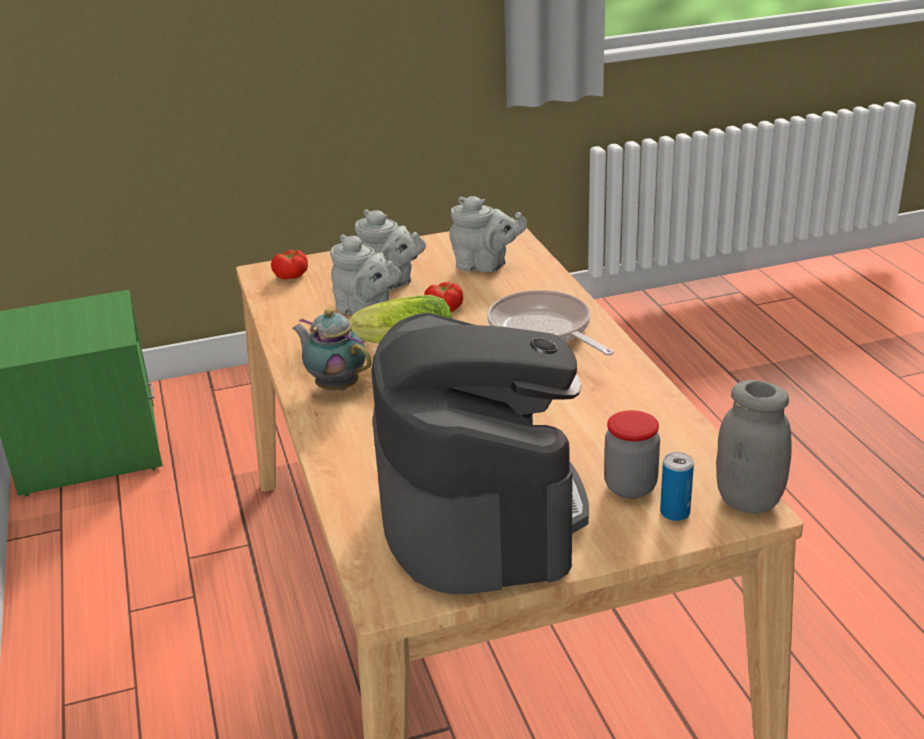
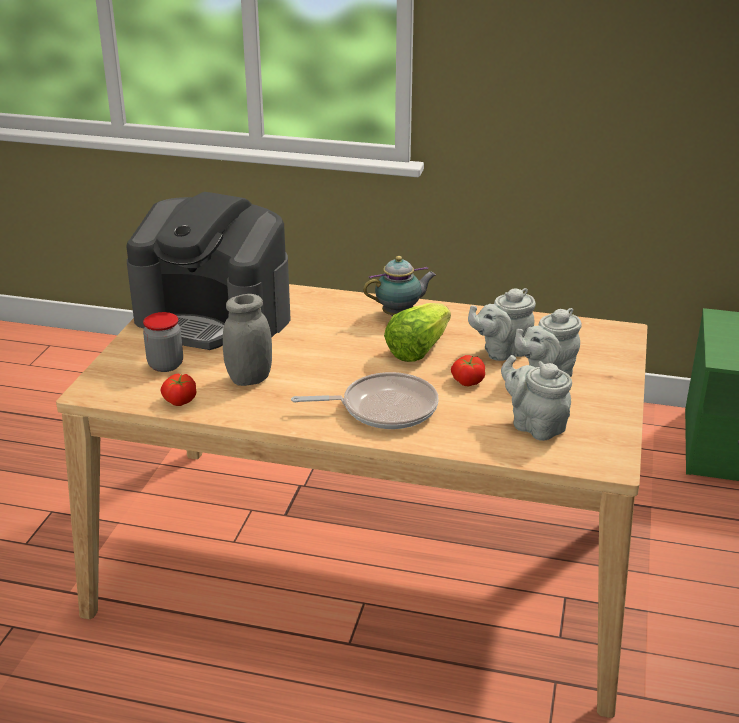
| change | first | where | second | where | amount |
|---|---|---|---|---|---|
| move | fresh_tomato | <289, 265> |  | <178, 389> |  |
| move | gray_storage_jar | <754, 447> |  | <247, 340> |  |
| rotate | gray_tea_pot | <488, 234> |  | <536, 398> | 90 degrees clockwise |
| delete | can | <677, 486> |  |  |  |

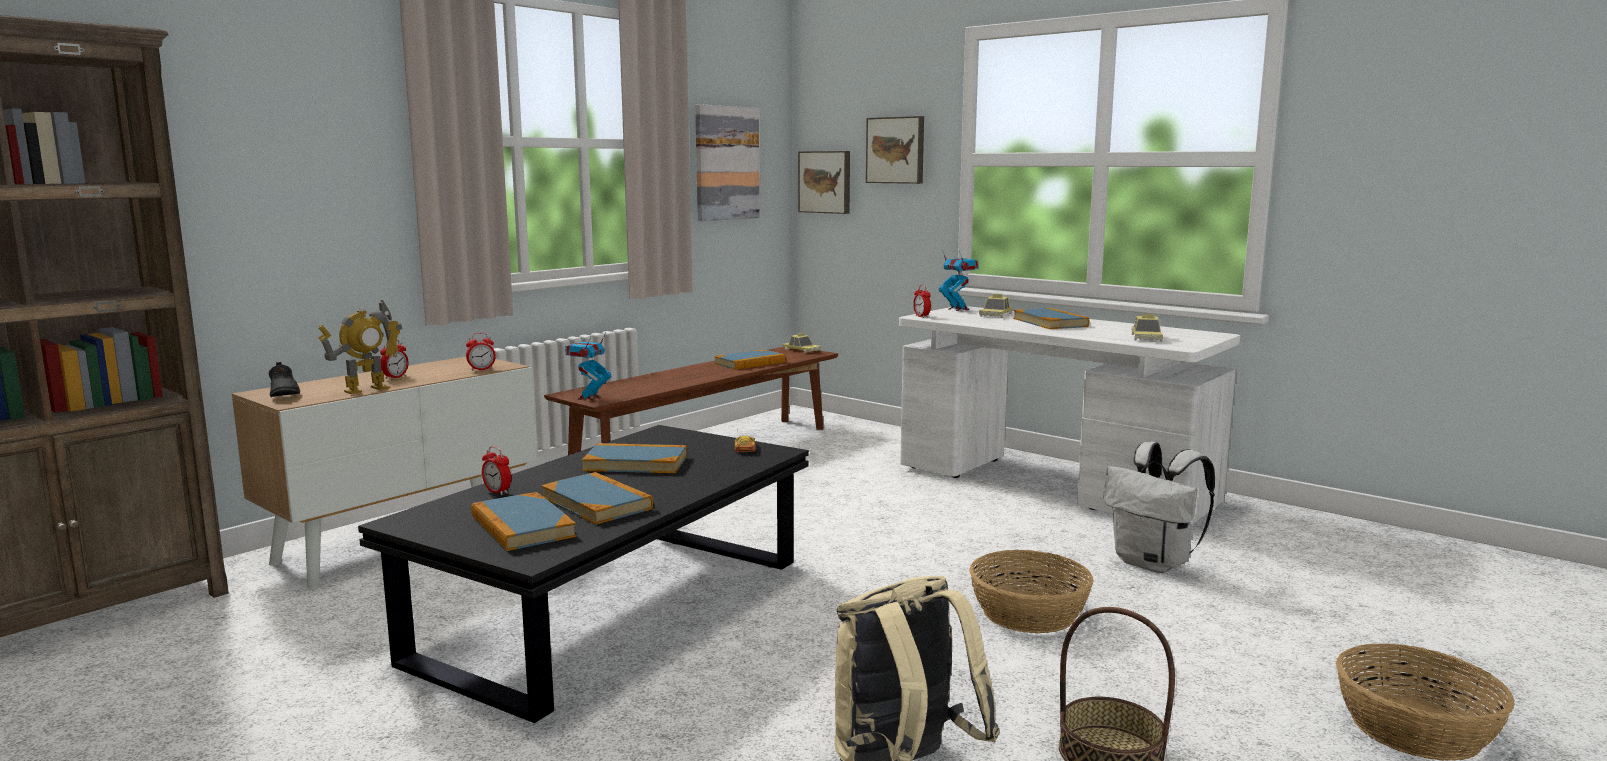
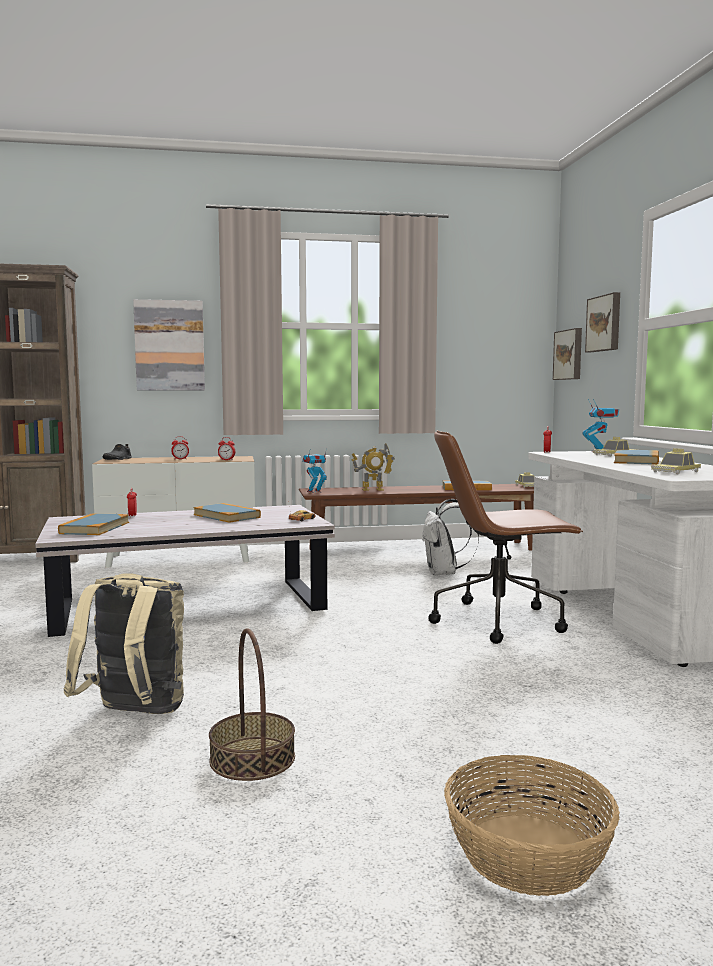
| change | first | where | second | where | amount |
|---|---|---|---|---|---|
| recolor | black_coffee_table | <583, 574> | whitish_coffee_table | <185, 571> |  |
| move | wall_picture | <727, 162> |  | <169, 344> |  |
| move | model_robot | <360, 347> |  | <373, 467> |  |
| move | whitish_knapsack | <1159, 507> |  | <451, 537> |  |
| insert |  |  | brown_computer_chair | <505, 537> |  |
| delete | bound_book | <597, 498> |  |  |  |
| delete | basket | <1031, 591> |  |  |  |

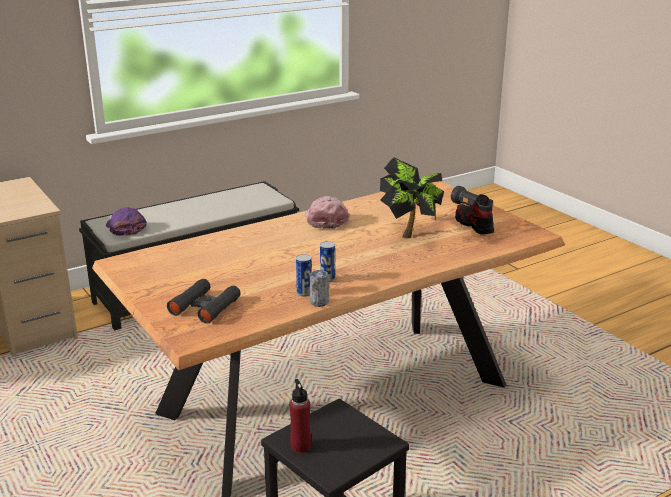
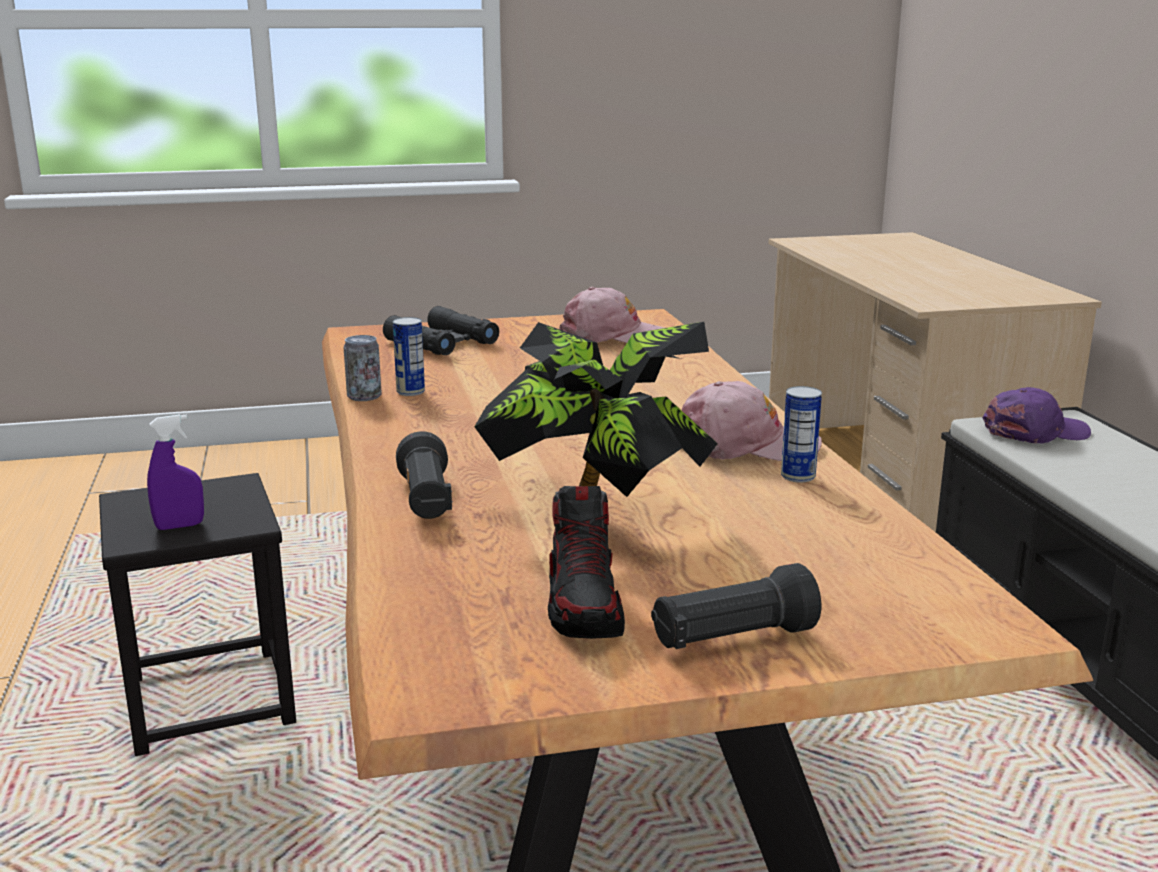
| change | first | where | second | where | amount |
|---|---|---|---|---|---|
| insert |  |  | purple-coloured_hand_sprayer | <175, 472> |  |
| insert |  |  | black_torch | <424, 475> |  |
| rotate | shoe | <474, 214> |  | <586, 562> | 90 degrees clockwise |
| insert |  |  | pink_cap | <611, 315> |  |
| move | can | <327, 261> |  | <801, 434> |  |
| delete | red-coloured_beverage_bottle | <300, 416> |  |  |  |

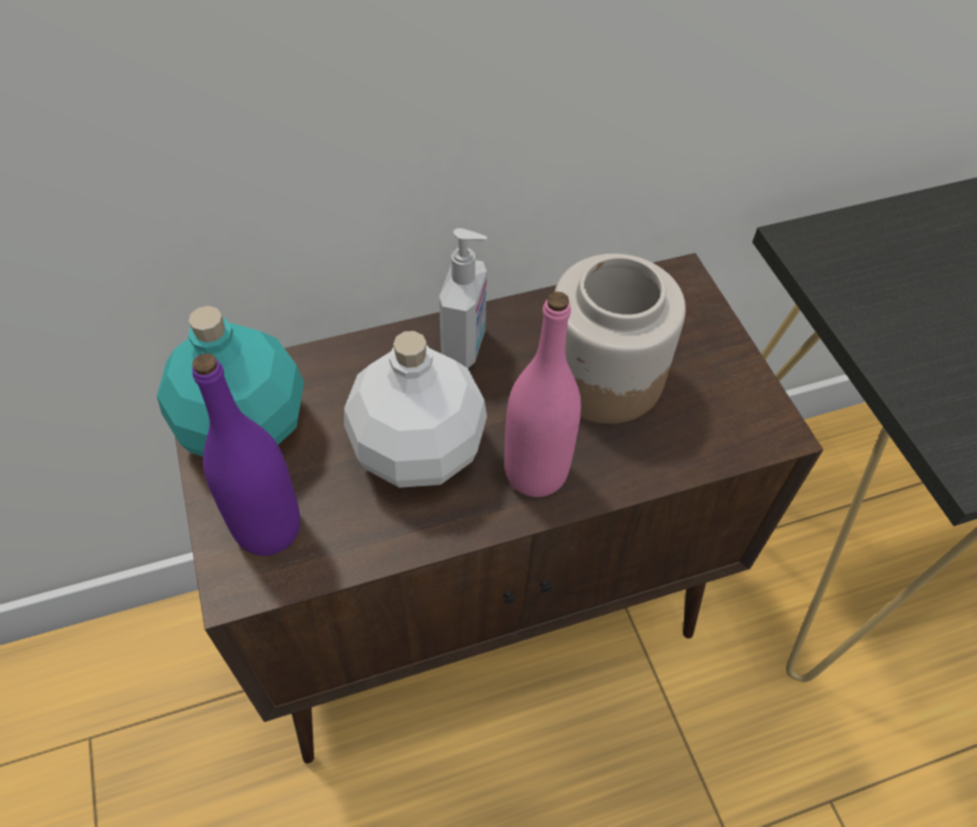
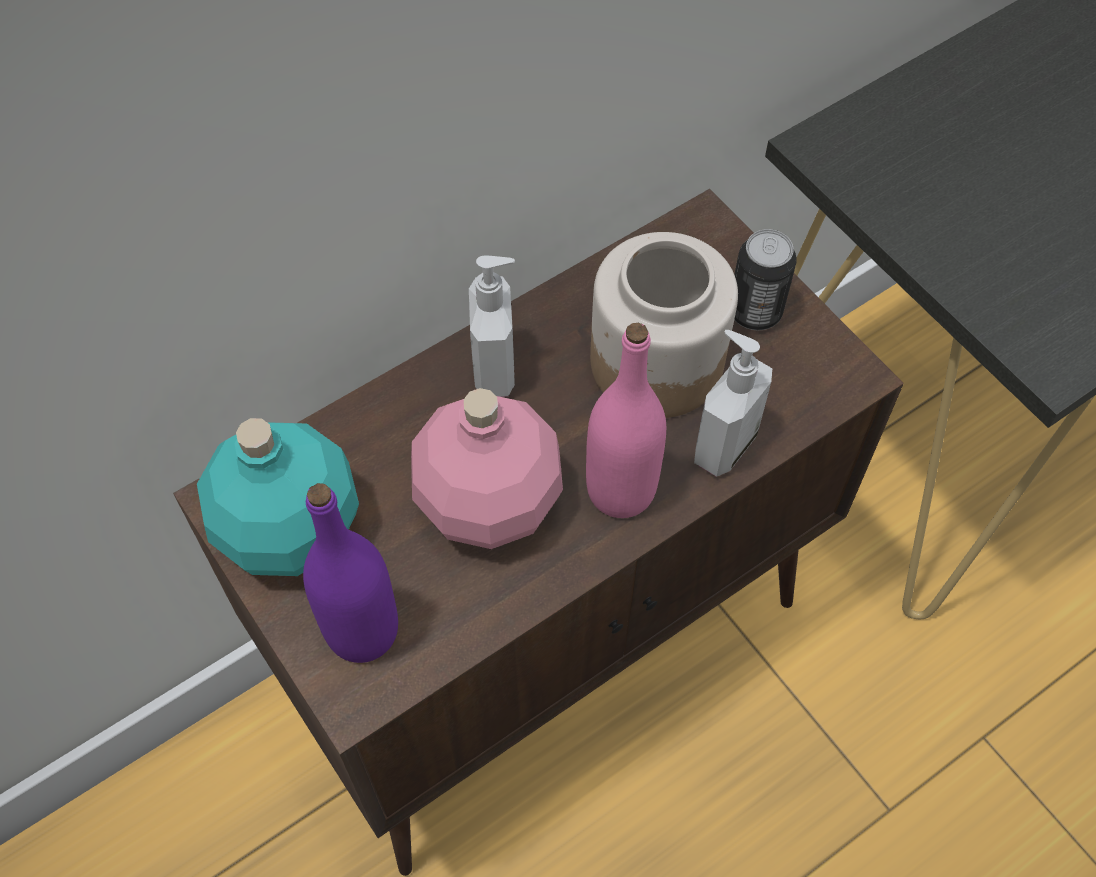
| change | first | where | second | where | amount |
|---|---|---|---|---|---|
| recolor | whitish_beverage_bottle | <415, 409> | pink_beverage_bottle | <487, 468> |  |
| insert |  |  | soap_bottle | <733, 403> |  |
| insert |  |  | can | <765, 279> |  |

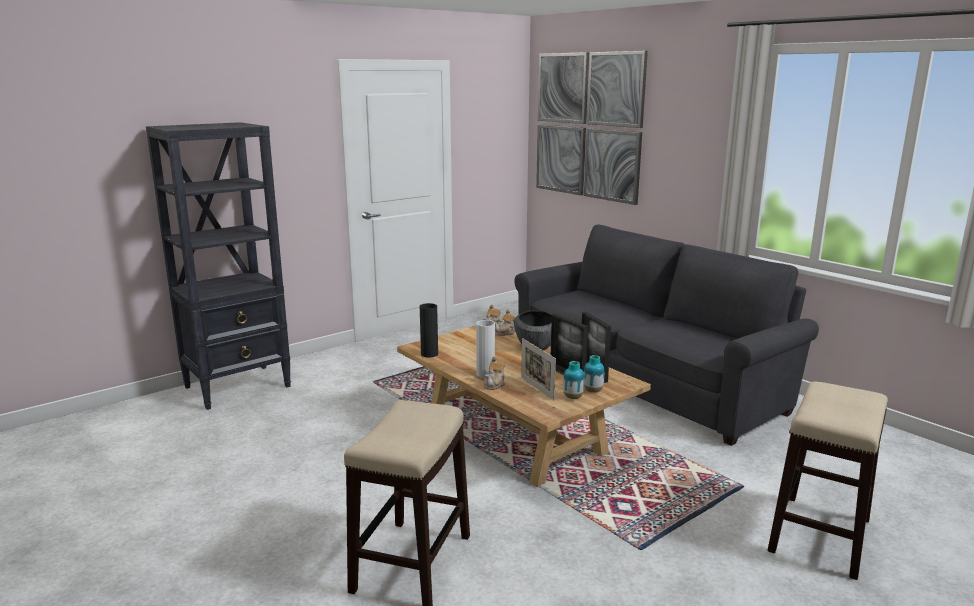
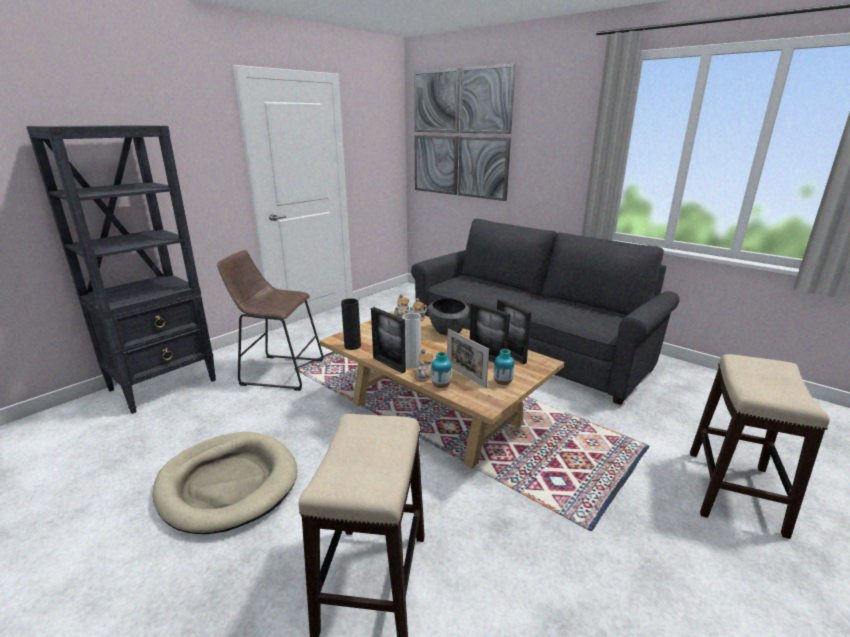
| change | first | where | second | where | amount |
|---|---|---|---|---|---|
| insert |  |  | beige_dog_cushion | <225, 483> |  |
| insert |  |  | brown_stool_seat | <270, 320> |  |
| insert |  |  | photo_frame | <388, 340> |  |
| move | vase | <594, 374> |  | <441, 370> |  |

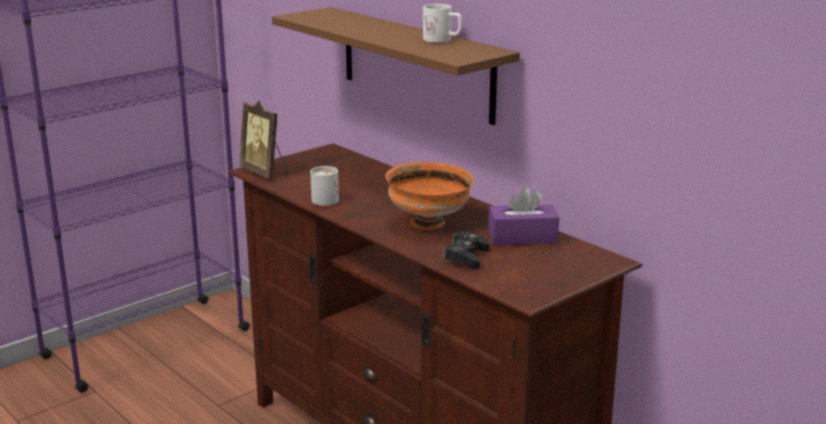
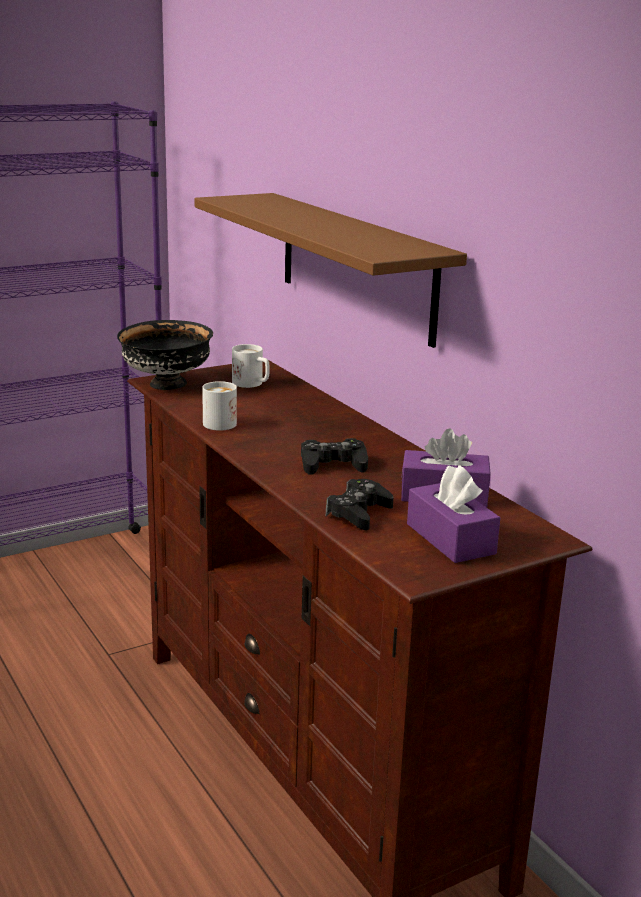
| change | first | where | second | where | amount |
|---|---|---|---|---|---|
| replace | photo_frame | <263, 140> | black_bowl | <165, 355> |  |
| move | whitish_tea_mug | <442, 23> |  | <251, 366> |  |
| replace | orange_bowl | <429, 196> | black_joypad | <334, 456> |  |
| insert |  |  | purple-coloured_tissue_holder | <453, 514> |  |

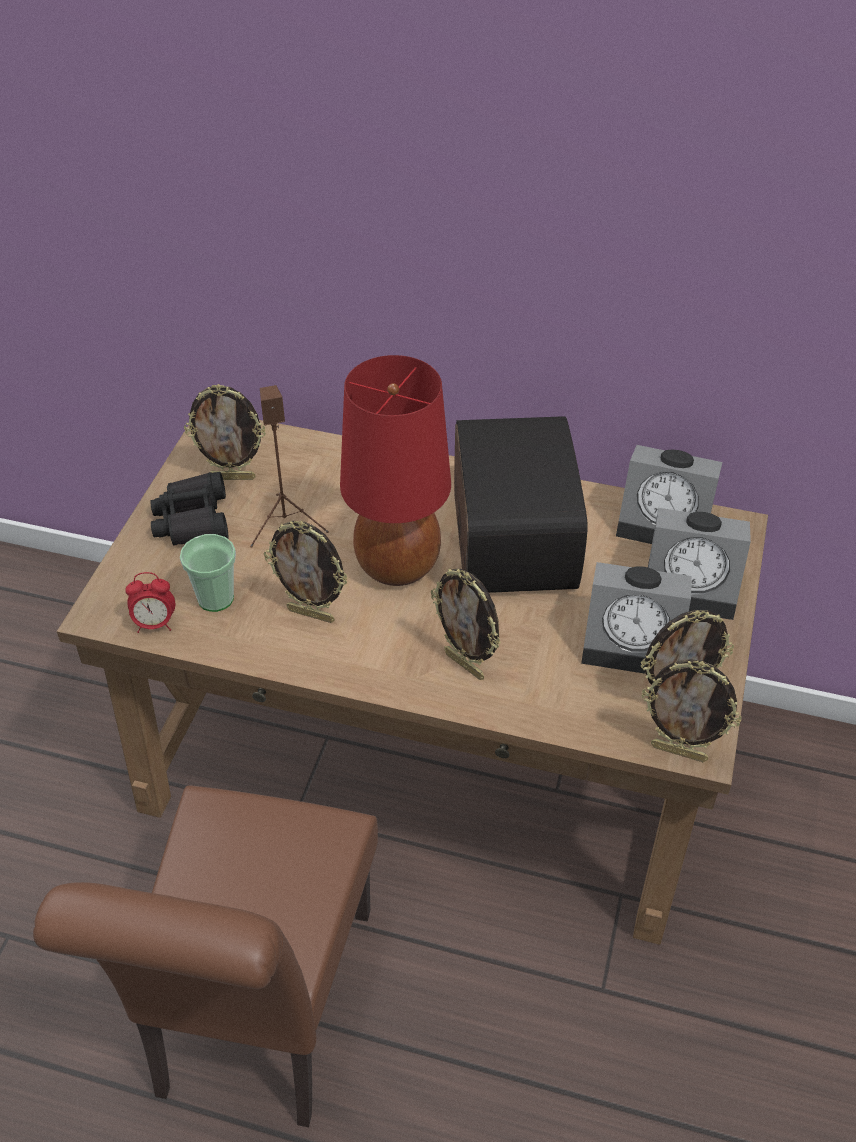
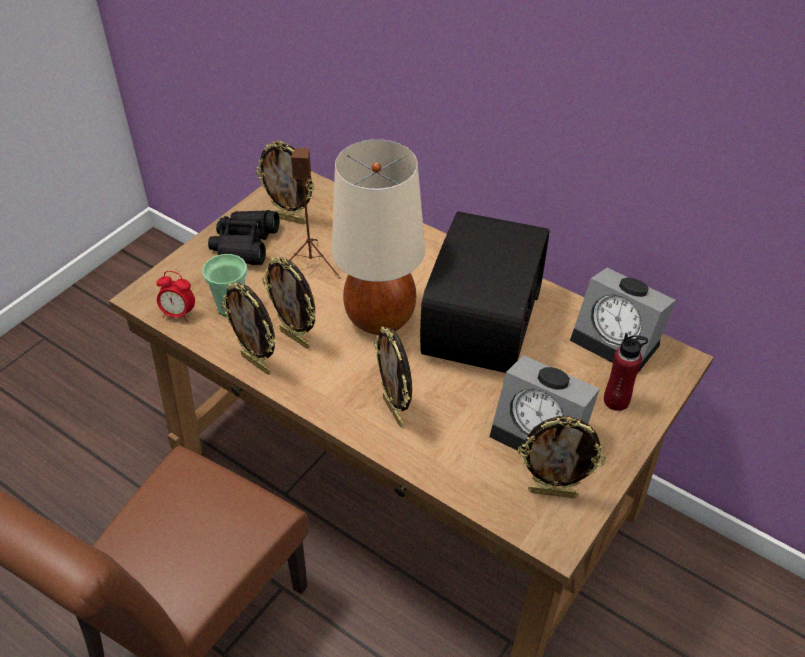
| change | first | where | second | where | amount |
|---|---|---|---|---|---|
| move | photo_frame | <692, 710> |  | <248, 329> |  |
| recolor | red-coloured_tabletop_lamp | <395, 470> | beige_tabletop_lamp | <378, 237> |  |
| replace | bedside_clock | <699, 564> | red-coloured_beverage_bottle | <626, 372> |  |

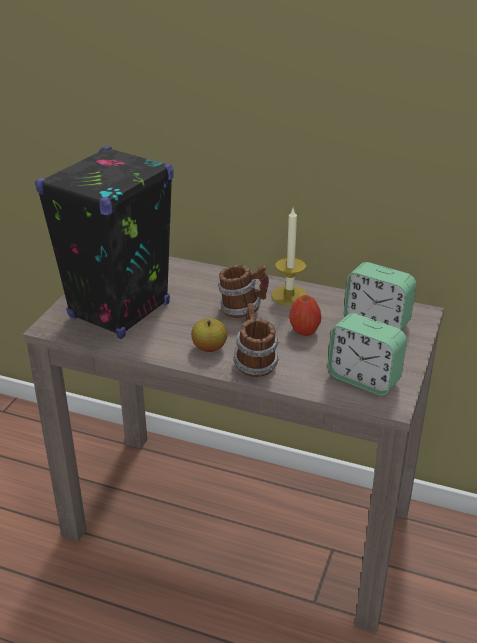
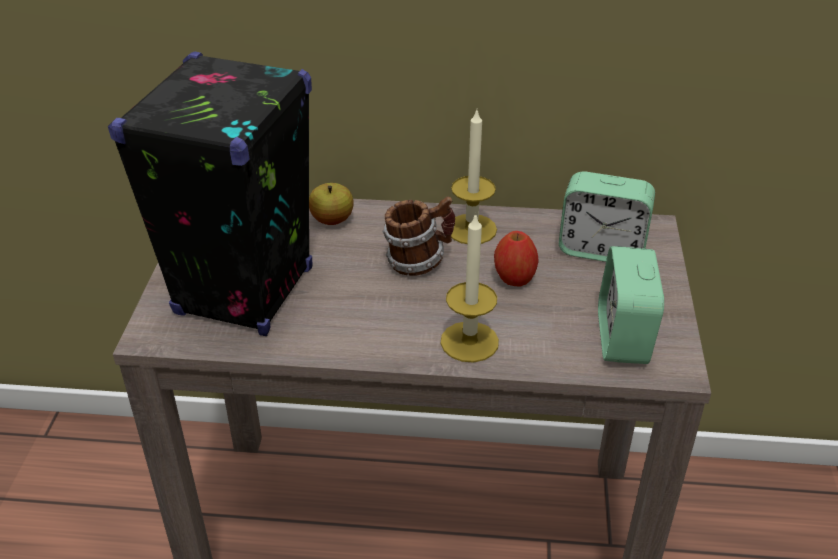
| change | first | where | second | where | amount |
|---|---|---|---|---|---|
| move | apple | <209, 335> |  | <331, 204> |  |
| replace | tea_mug | <256, 340> | candle | <470, 287> |  |
| rotate | bedside_clock | <367, 354> |  | <631, 305> | 75 degrees clockwise |

